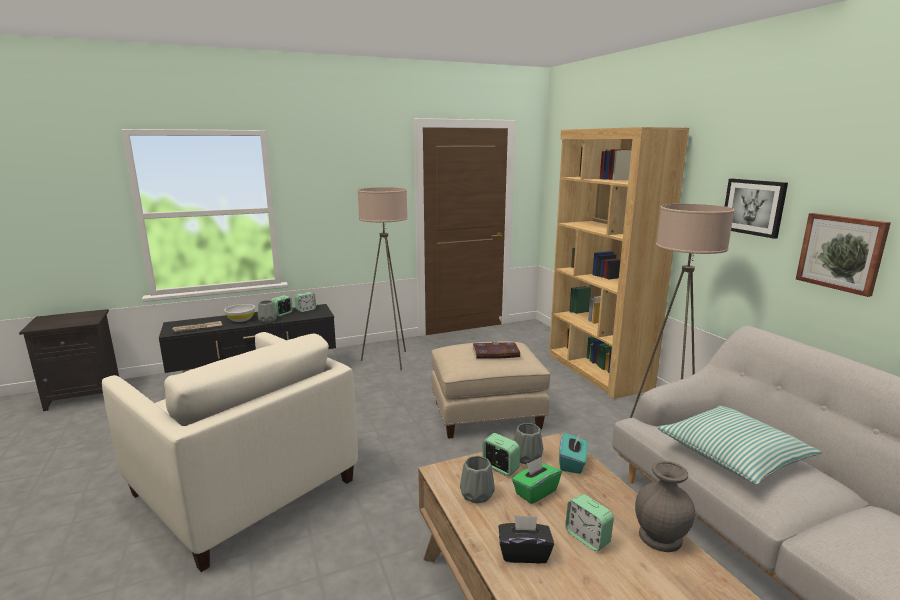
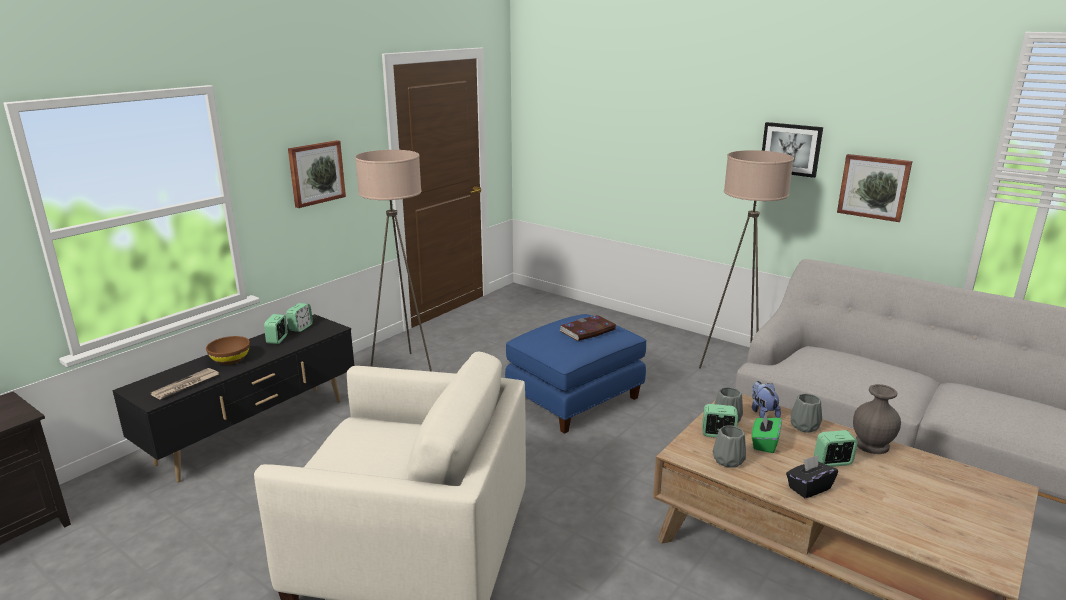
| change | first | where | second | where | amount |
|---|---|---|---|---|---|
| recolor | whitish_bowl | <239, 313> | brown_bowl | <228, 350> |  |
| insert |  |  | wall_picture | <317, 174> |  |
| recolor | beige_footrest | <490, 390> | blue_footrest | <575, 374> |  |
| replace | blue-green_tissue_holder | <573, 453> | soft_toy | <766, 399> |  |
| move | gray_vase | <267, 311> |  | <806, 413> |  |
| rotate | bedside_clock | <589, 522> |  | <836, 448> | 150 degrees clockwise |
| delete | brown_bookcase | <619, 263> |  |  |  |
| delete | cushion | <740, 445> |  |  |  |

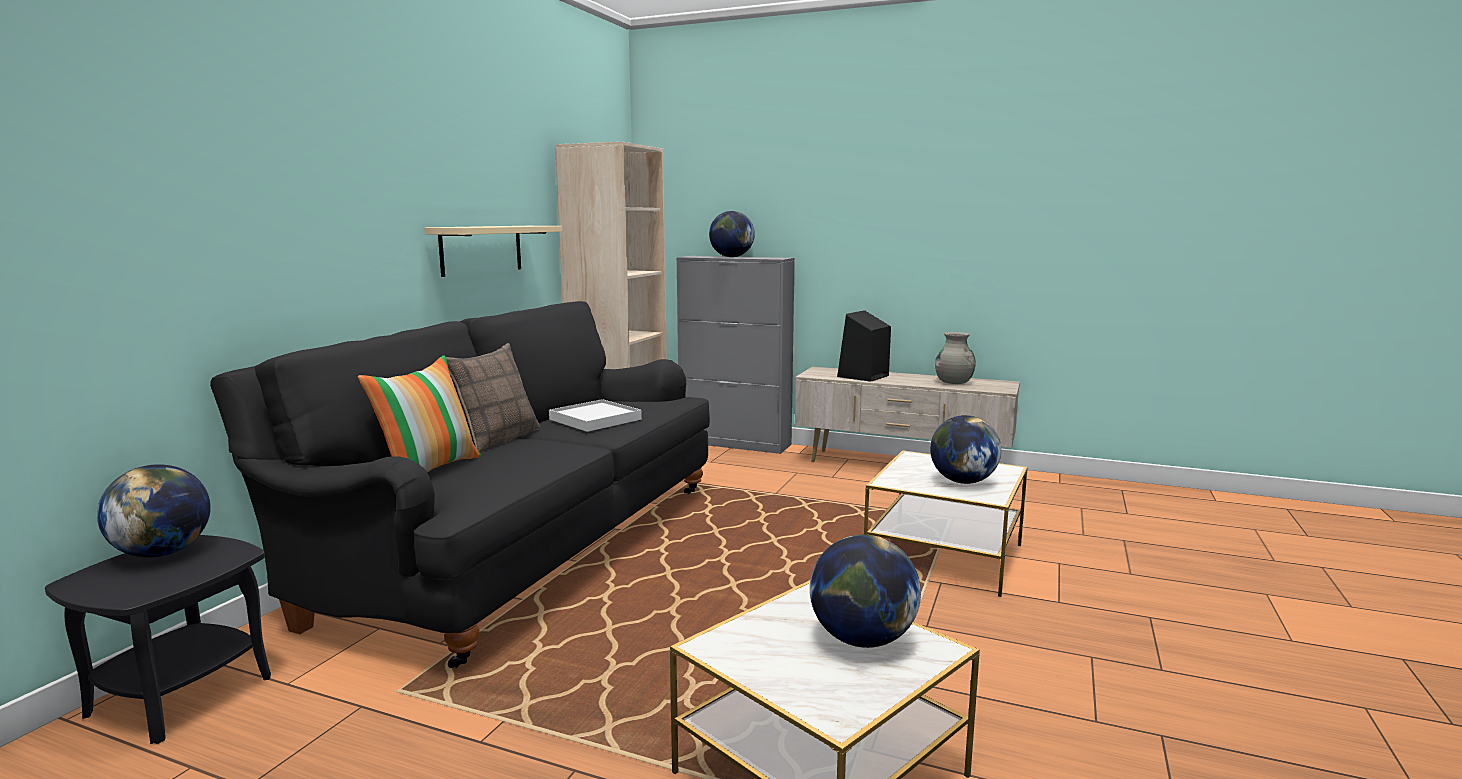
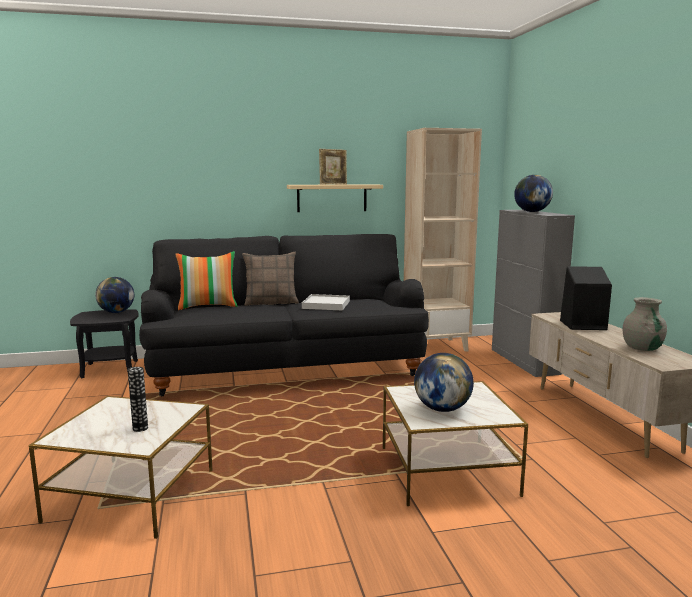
| change | first | where | second | where | amount |
|---|---|---|---|---|---|
| replace | globe | <865, 591> | vase | <138, 399> |  |
| insert |  |  | photo_frame | <333, 167> |  |

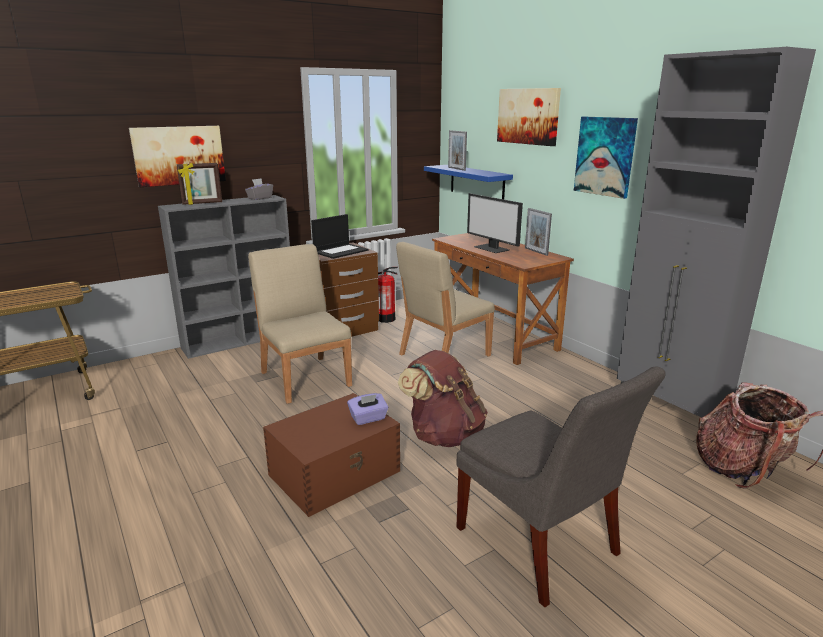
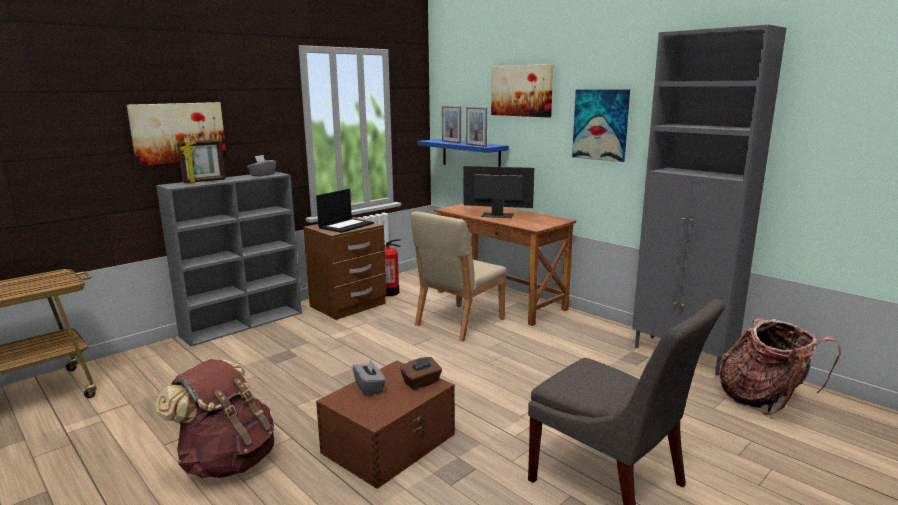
| change | first | where | second | where | amount |
|---|---|---|---|---|---|
| move | brown_knapsack | <443, 398> |  | <214, 418> |  |
| insert |  |  | gray_tissue_holder | <369, 377> |  |
| recolor | purple-coloured_tissue_holder | <367, 409> | brown_tissue_holder | <421, 373> |  |
| rotate | monitor | <495, 223> |  | <499, 192> | 150 degrees clockwise |
| move | photo_frame | <538, 232> |  | <476, 127> |  |
| delete | beige_chair | <300, 324> |  |  |  |

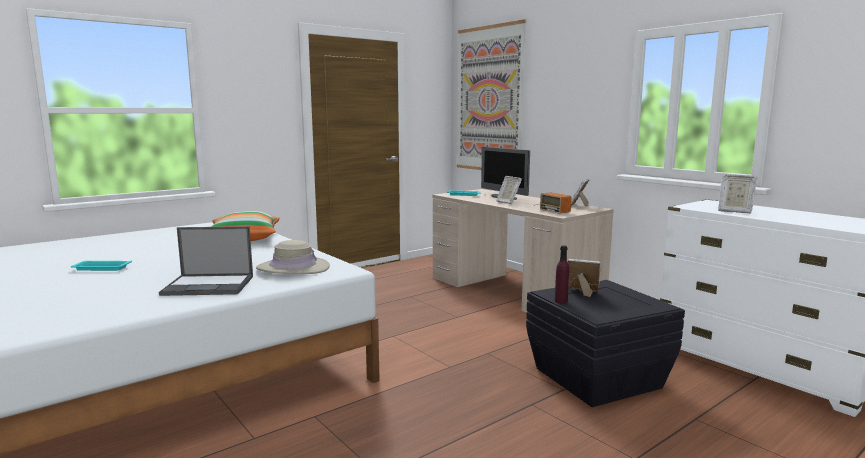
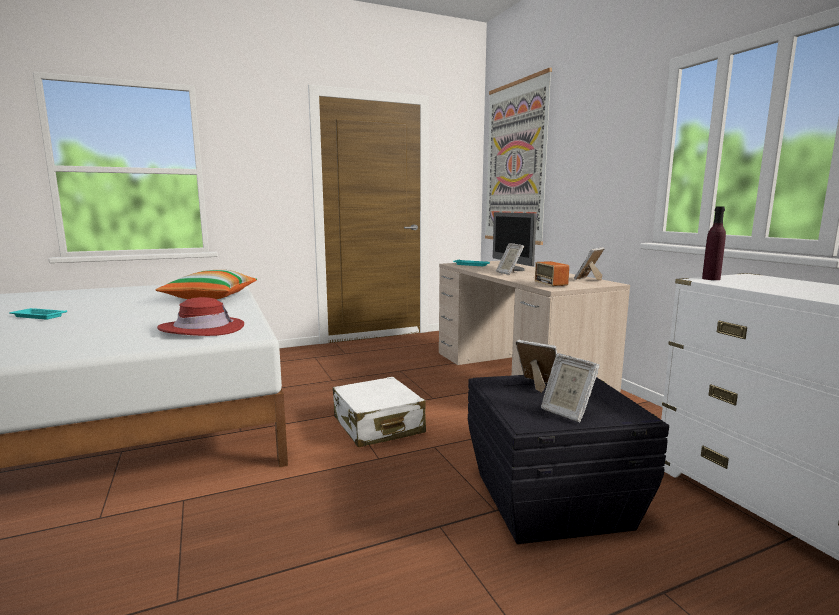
| change | first | where | second | where | amount |
|---|---|---|---|---|---|
| recolor | beige_clothing_hat | <293, 257> | red-coloured_clothing_hat | <200, 316> |  |
| insert |  |  | whitish_piece_of_luggage | <379, 412> |  |
| move | photo_frame | <737, 193> |  | <570, 387> |  |
| move | purple-coloured_beverage_bottle | <562, 274> |  | <714, 243> |  |
| delete | portable_computer | <206, 261> |  |  |  |

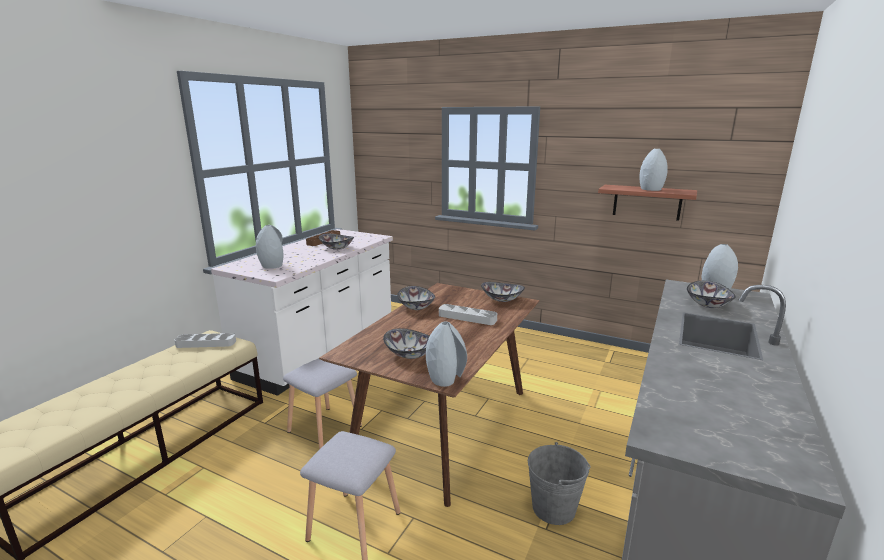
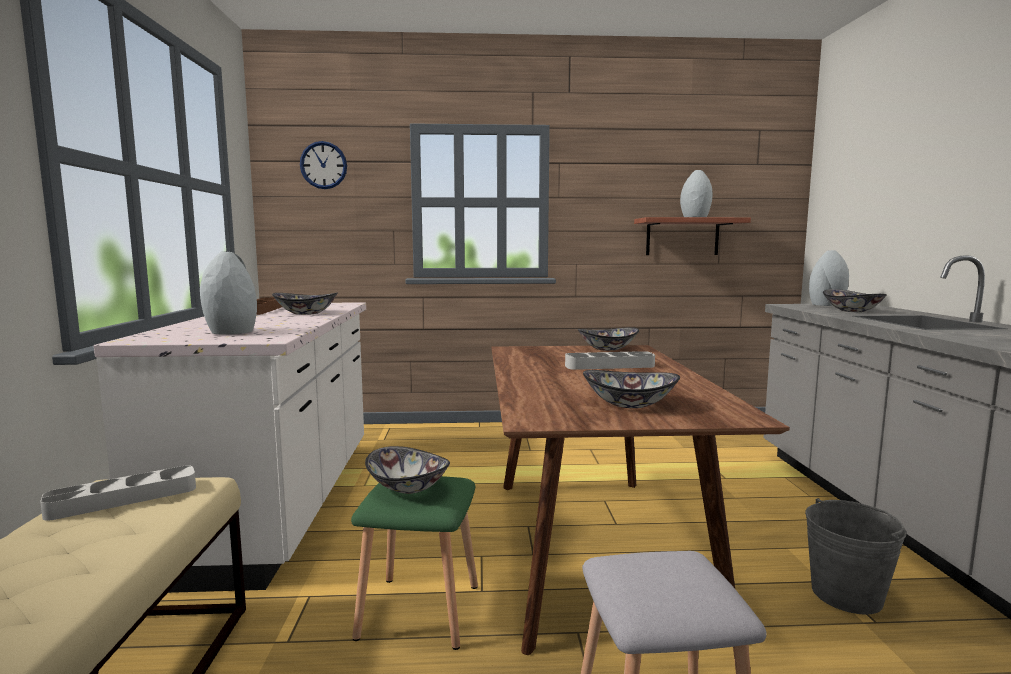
| change | first | where | second | where | amount |
|---|---|---|---|---|---|
| insert |  |  | wall_clock | <323, 165> |  |
| recolor | gray_stool_seat | <322, 404> | greenish_stool_seat | <414, 563> |  |
| move | bowl | <416, 298> |  | <407, 470> |  |
| delete | gray_vase | <446, 354> |  |  |  |

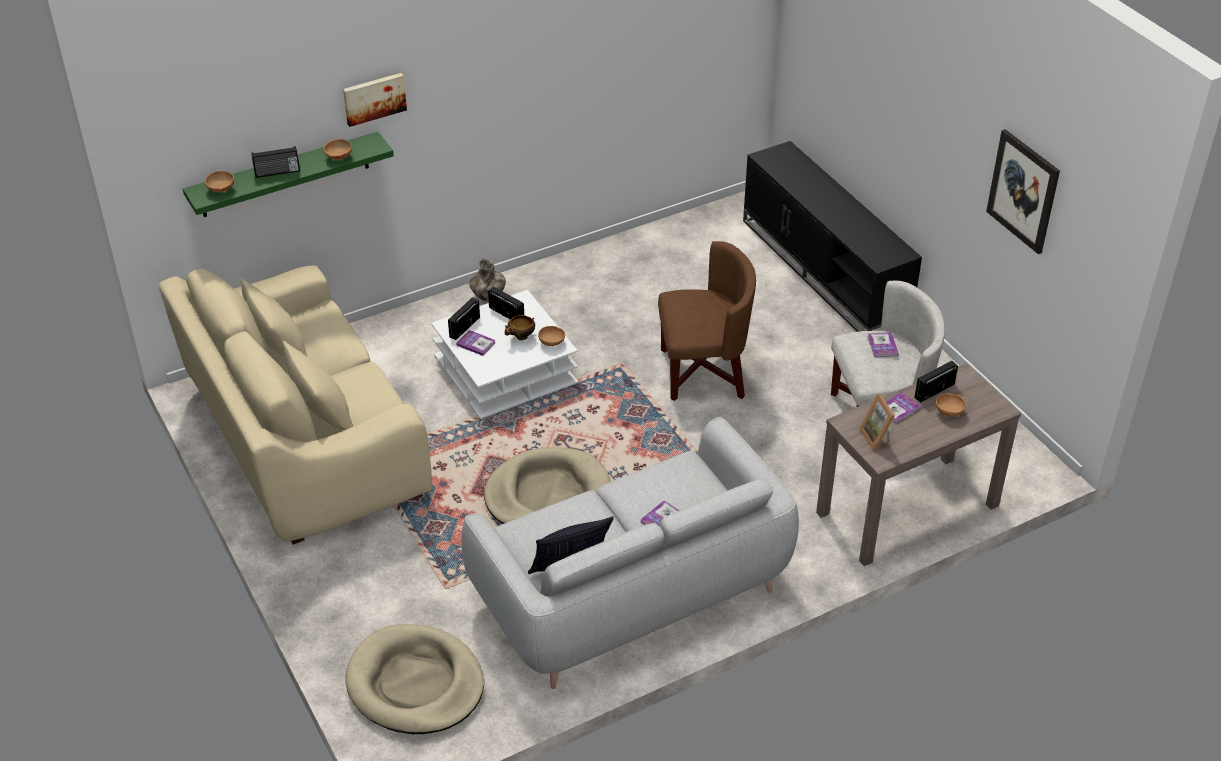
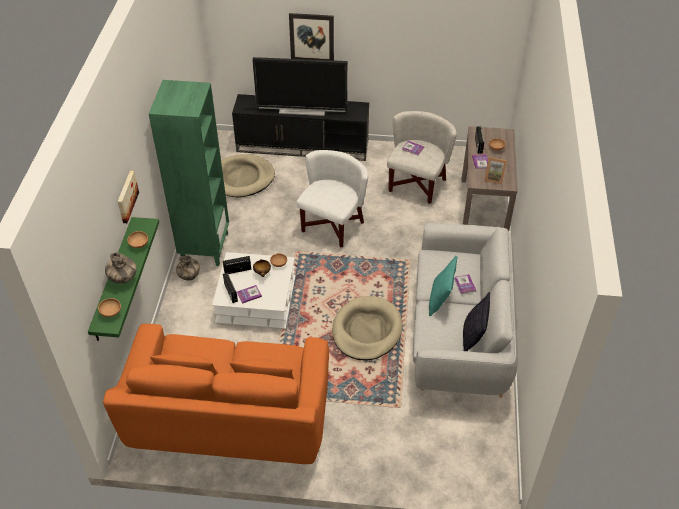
| change | first | where | second | where | amount |
|---|---|---|---|---|---|
| recolor | beige_sofa | <295, 405> | orange_sofa | <216, 394> |  |
| replace | radio | <276, 162> | vase | <121, 268> |  |
| insert |  |  | greenish_bookcase | <189, 173> |  |
| move | beige_dog_cushion | <414, 679> |  | <248, 175> |  |
| insert |  |  | television | <300, 86> |  |
| move | wall_picture | <1023, 191> |  | <311, 36> |  |
| recolor | brown_lounge_chair | <707, 321> | whitish_lounge_chair | <332, 199> |  |
| insert |  |  | blue-green_cushion | <443, 286> |  |

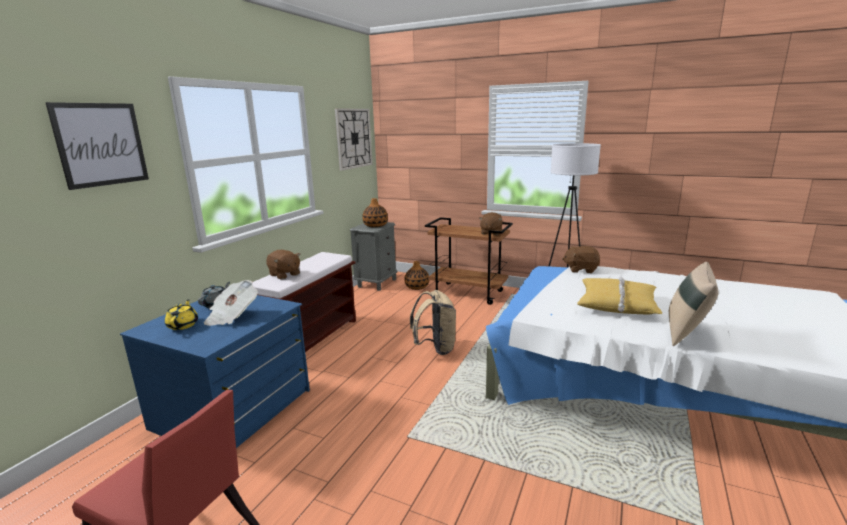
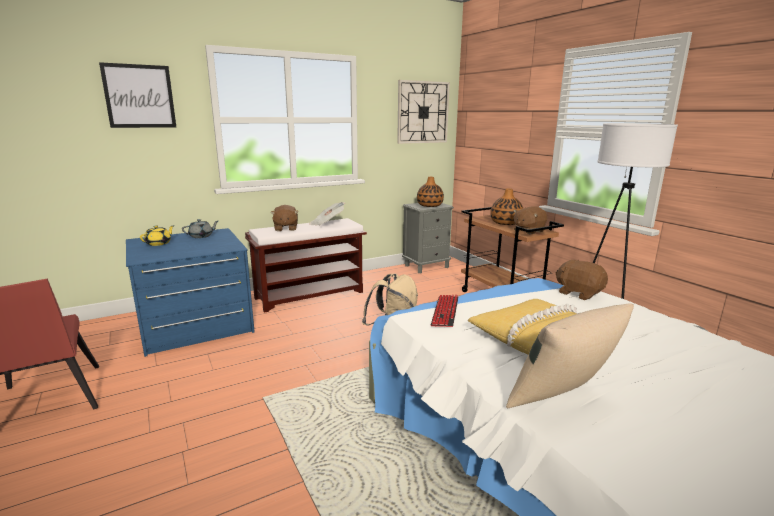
| change | first | where | second | where | amount |
|---|---|---|---|---|---|
| move | printed_paper | <231, 303> |  | <327, 214> |  |
| insert |  |  | computer_keyboard | <444, 311> |  |
| move | vase | <416, 275> |  | <506, 206> |  |

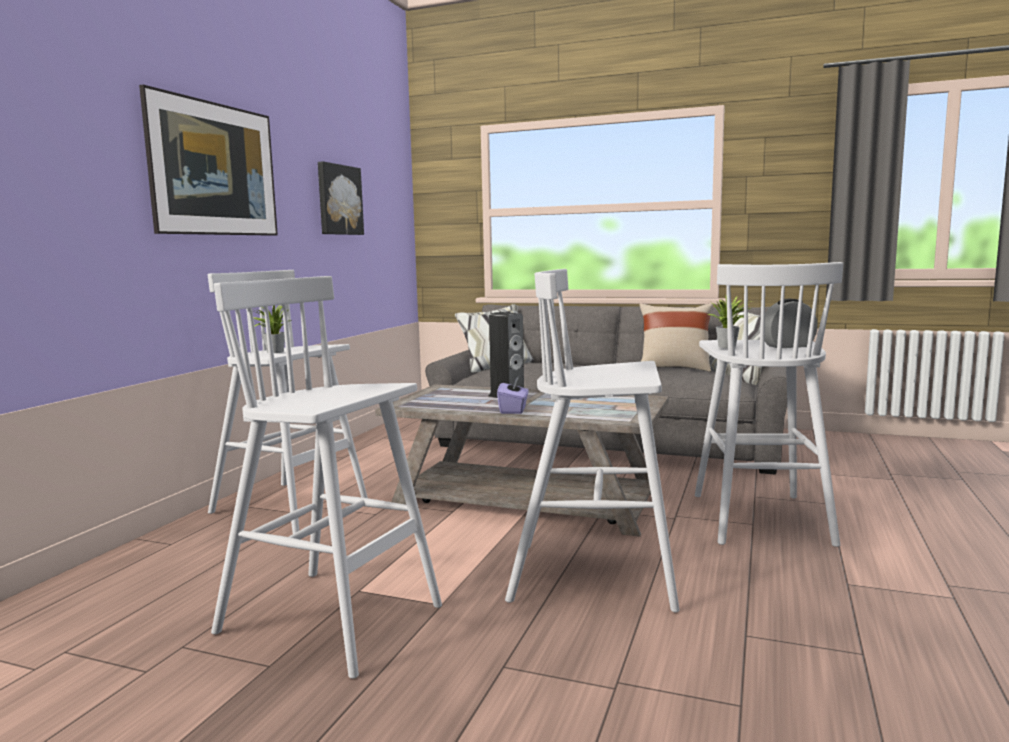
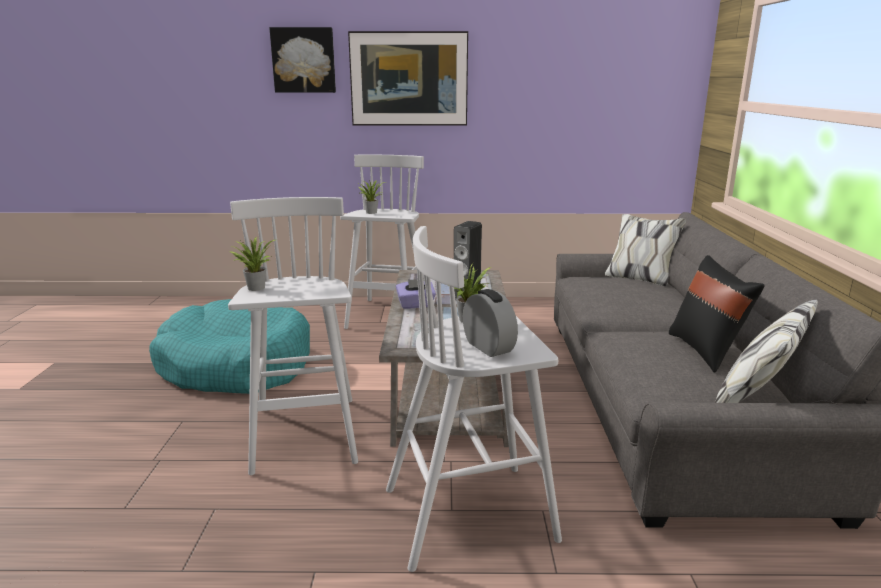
| change | first | where | second | where | amount |
|---|---|---|---|---|---|
| replace | whitish_stool_seat | <326, 477> | blue-green_dog_cushion | <229, 346> |  |
| insert |  |  | houseplant | <253, 264> |  |
| move | wall_picture | <341, 198> |  | <302, 60> |  |
| recolor | beige_cushion | <676, 337> | black_cushion | <717, 314> |  |

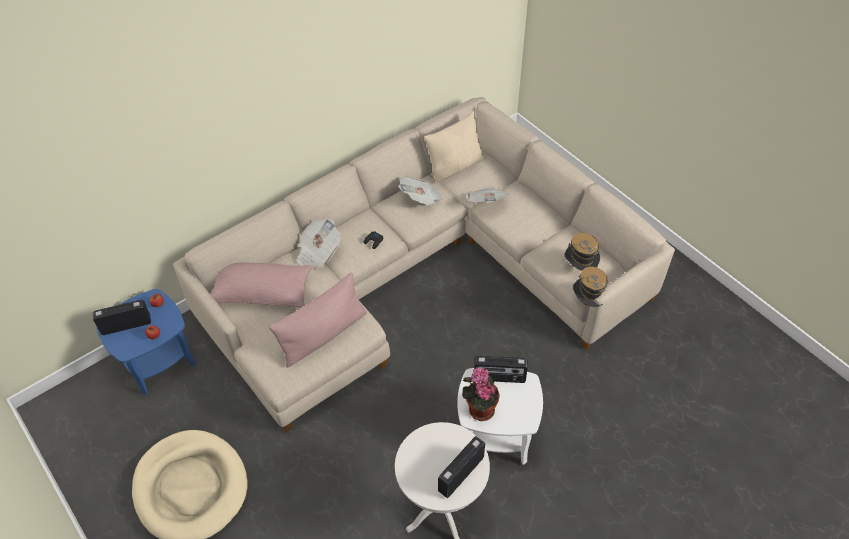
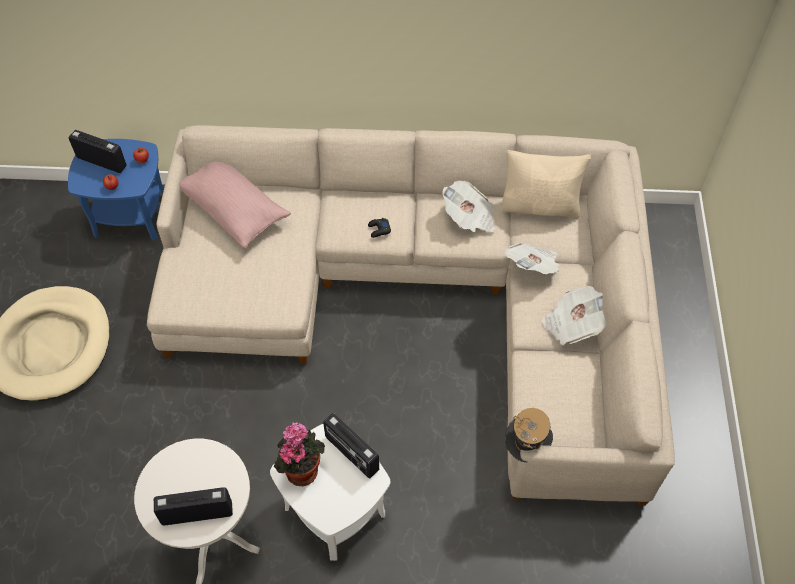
| change | first | where | second | where | amount |
|---|---|---|---|---|---|
| move | printed_paper | <319, 243> |  | <574, 315> |  |
| delete | pink_cushion | <318, 320> |  |  |  |
| delete | clothing_hat | <581, 252> |  |  |  |

